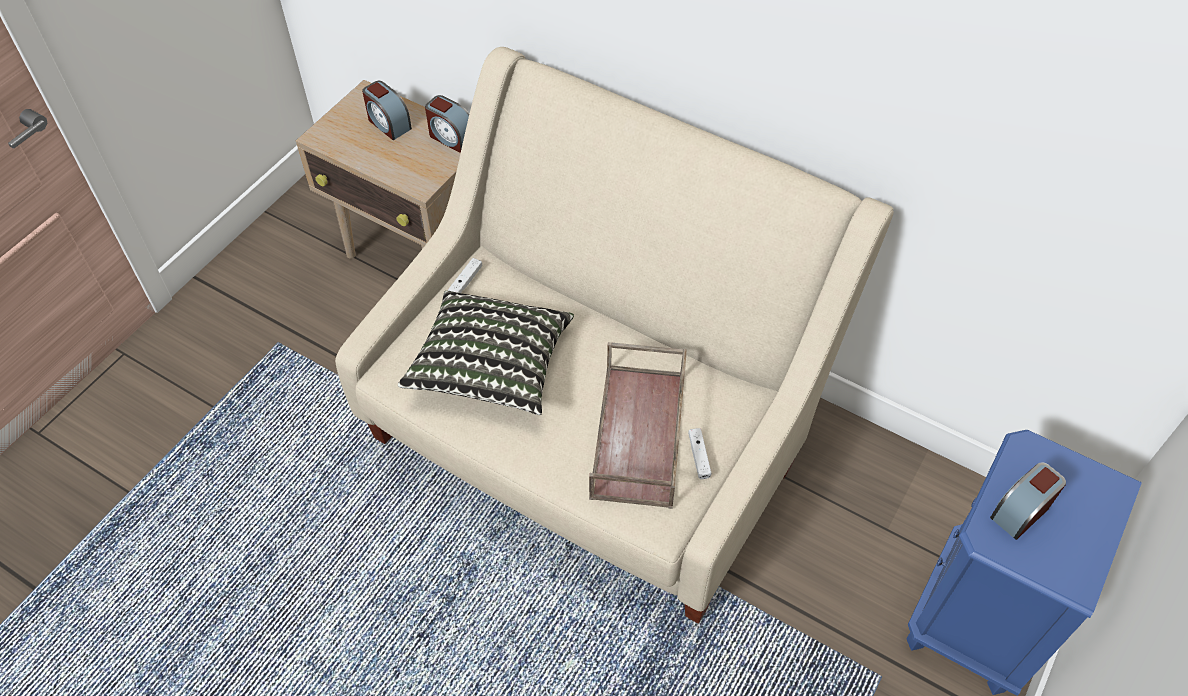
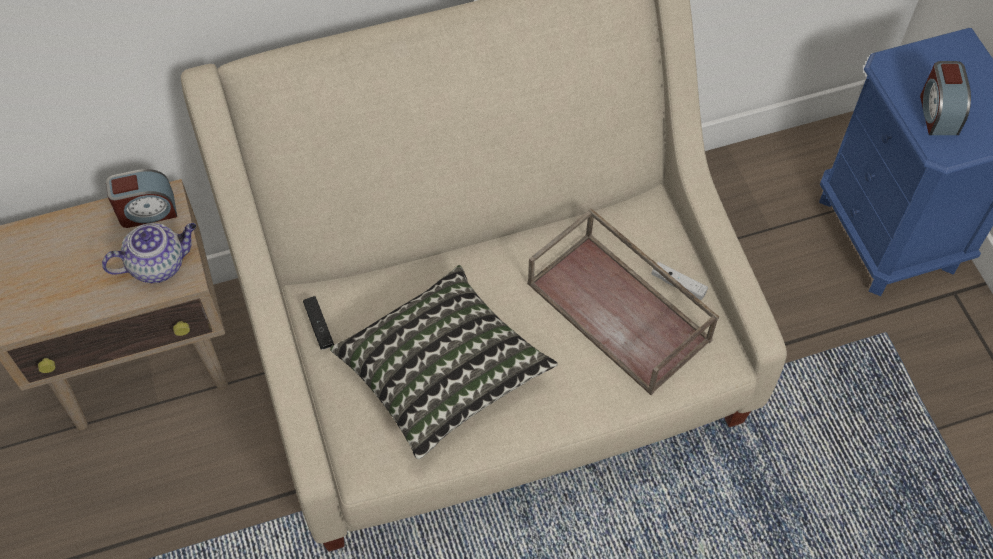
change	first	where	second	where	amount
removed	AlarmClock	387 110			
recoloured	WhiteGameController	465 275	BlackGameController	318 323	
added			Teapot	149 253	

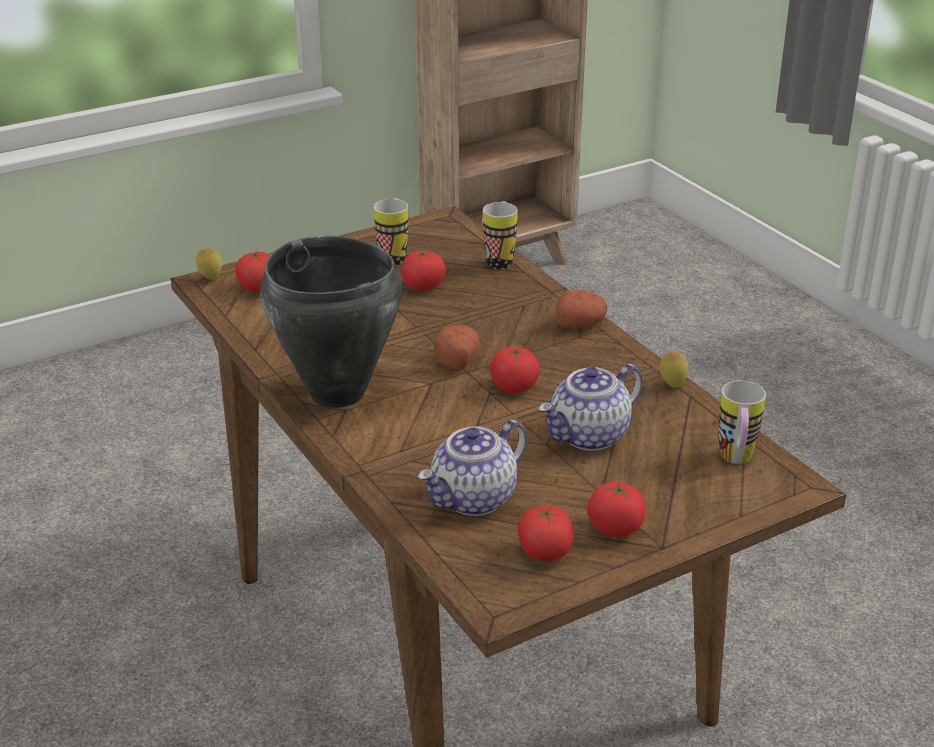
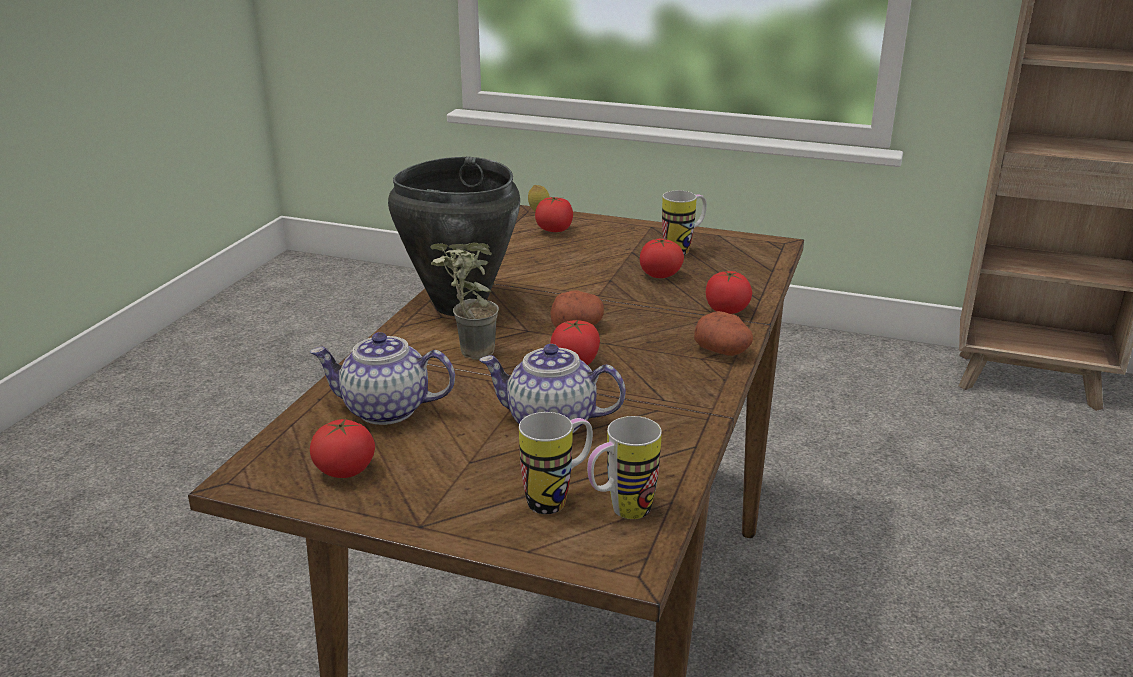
change	first	where	second	where	amount
moved	Mug	500 235		556 463	
moved	Tomato	616 509		729 292	
removed	Lemon	674 369			
added			PottedPlant	464 301	

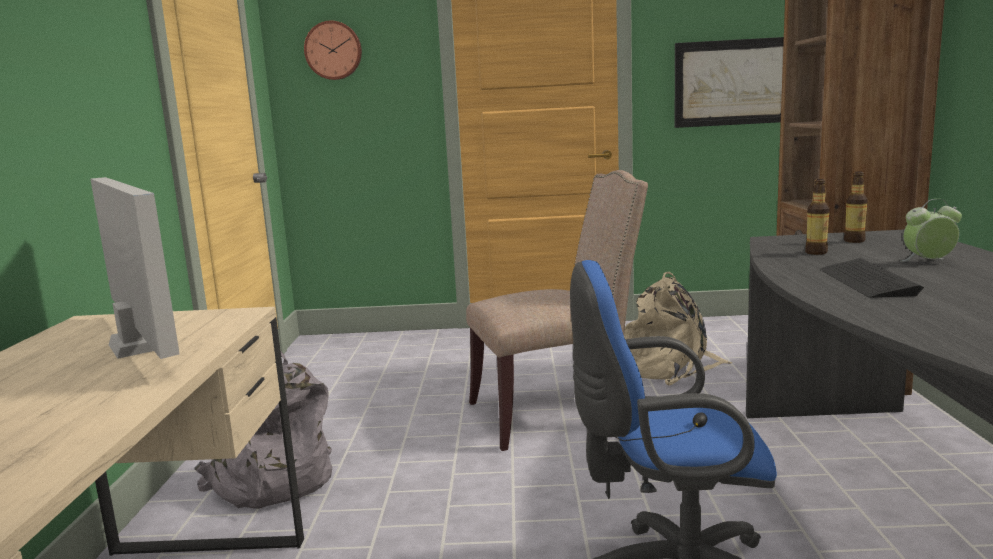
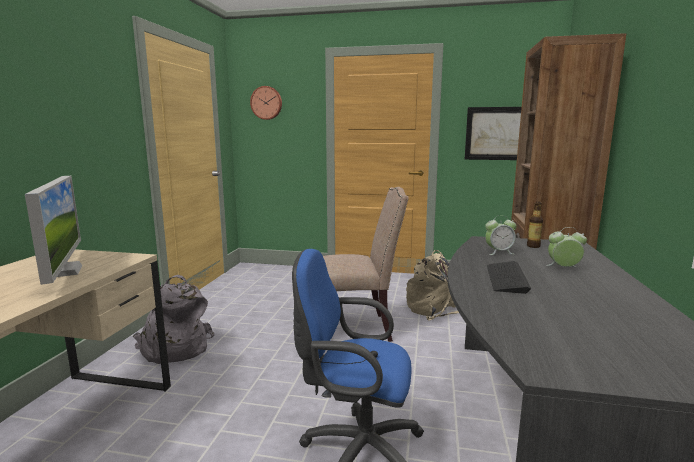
change	first	where	second	where	amount
replaced	Bottle	817 217	AlarmClock	501 235	

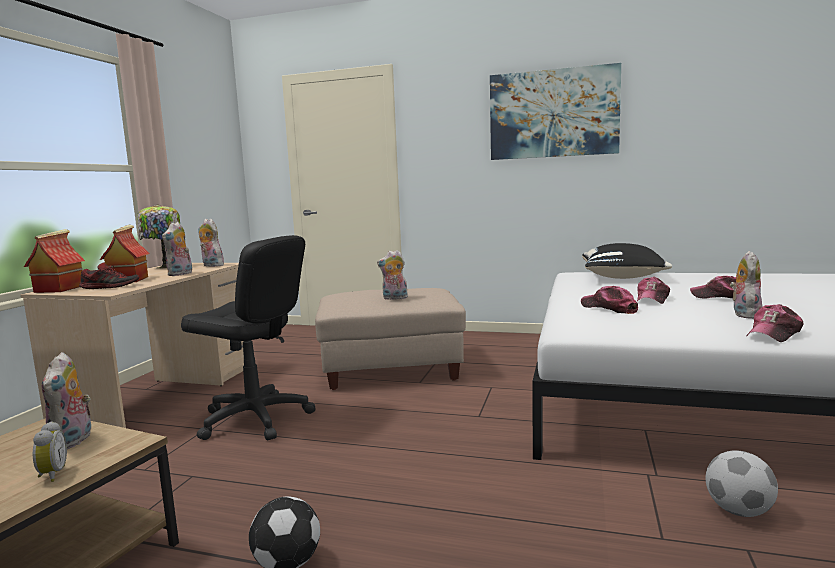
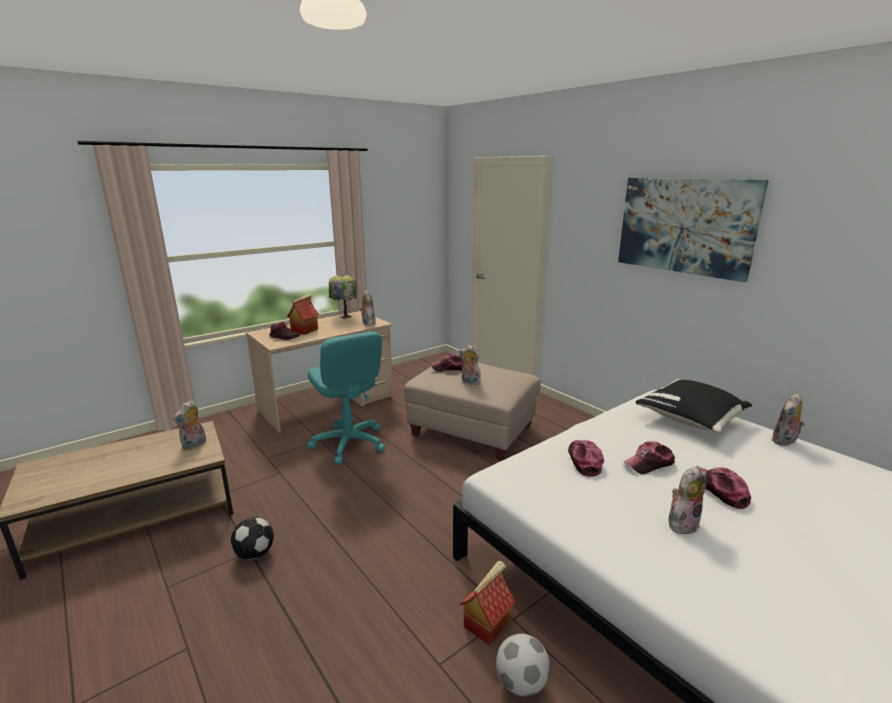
change	first	where	second	where	amount
moved	ToyHouse	54 261		488 603	
removed	AlarmClock	50 451			
moved	PlushToy	177 249		788 420	
recoloured	BlackOfficeChair	248 337	TurquoiseOfficeChair	346 397	
moved	Cap	774 323		446 363	

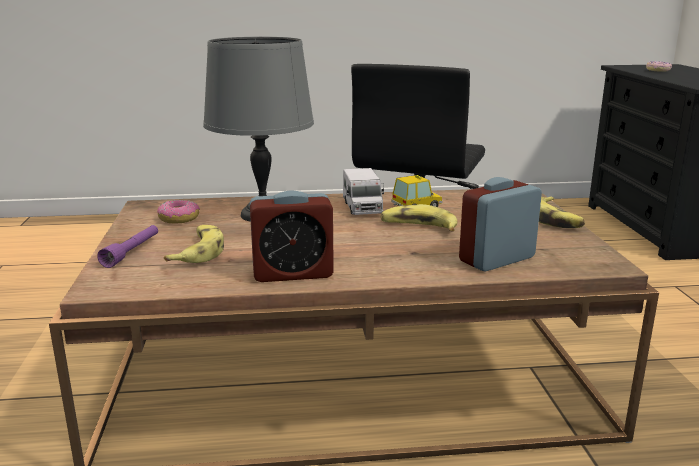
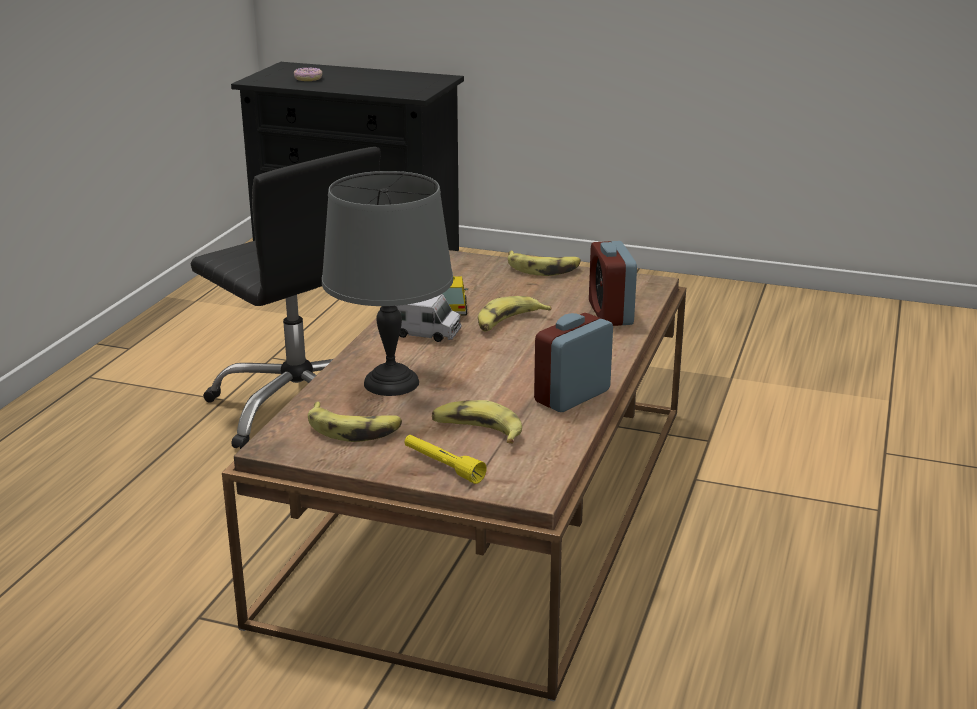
change	first	where	second	where	amount
recoloured	PurpleFlashlight	127 246	YellowFlashlight	445 459	
replaced	Donut	178 212	Banana	355 422	
turned	AlarmClock	292 236		573 362	150 degrees counterclockwise

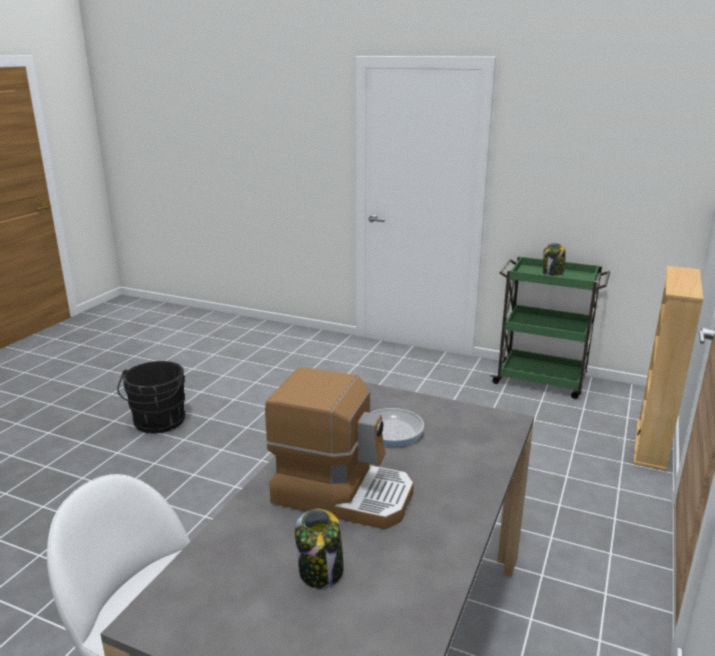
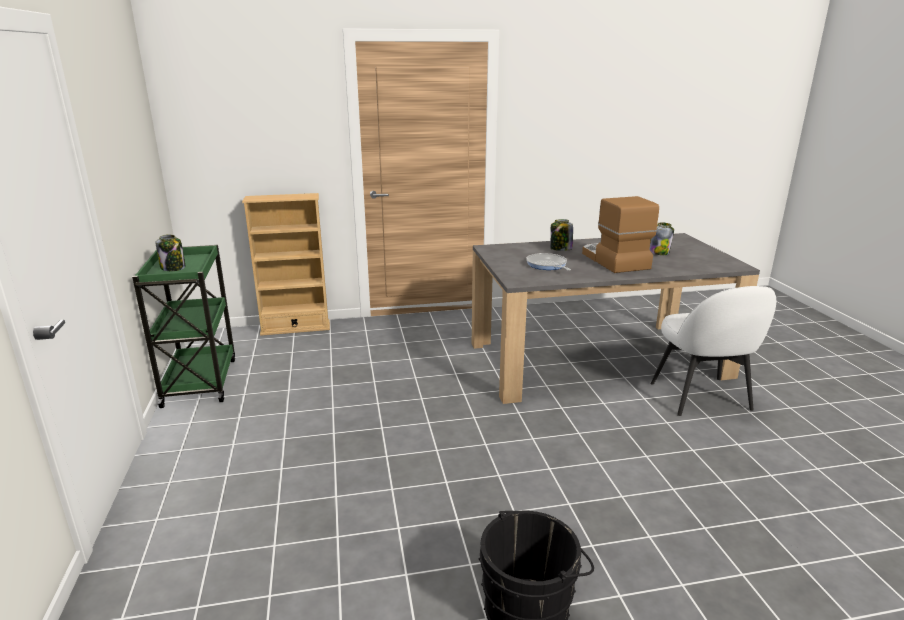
change	first	where	second	where	amount
added			Jar	561 235	

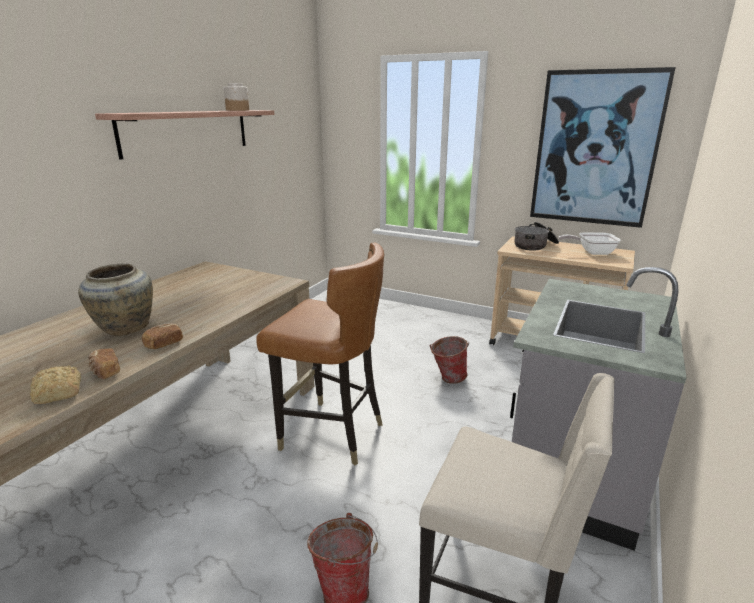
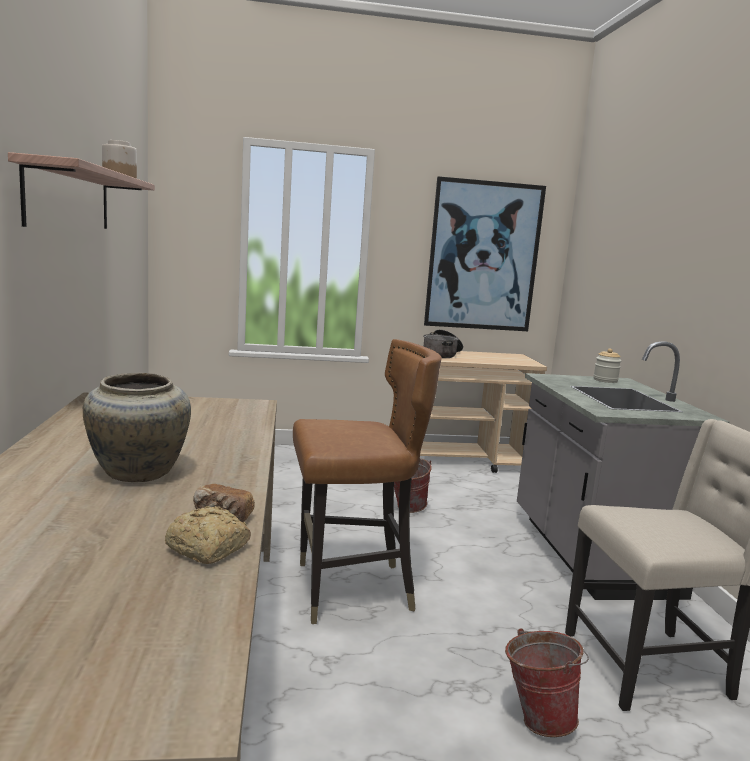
change	first	where	second	where	amount
removed	Bread	162 336			
removed	FryingPan	589 243			
added			Jar	607 366	

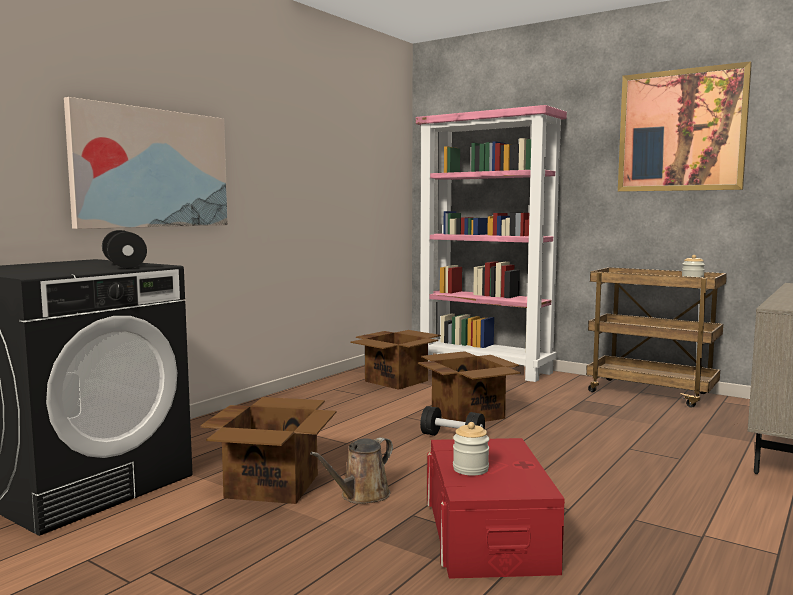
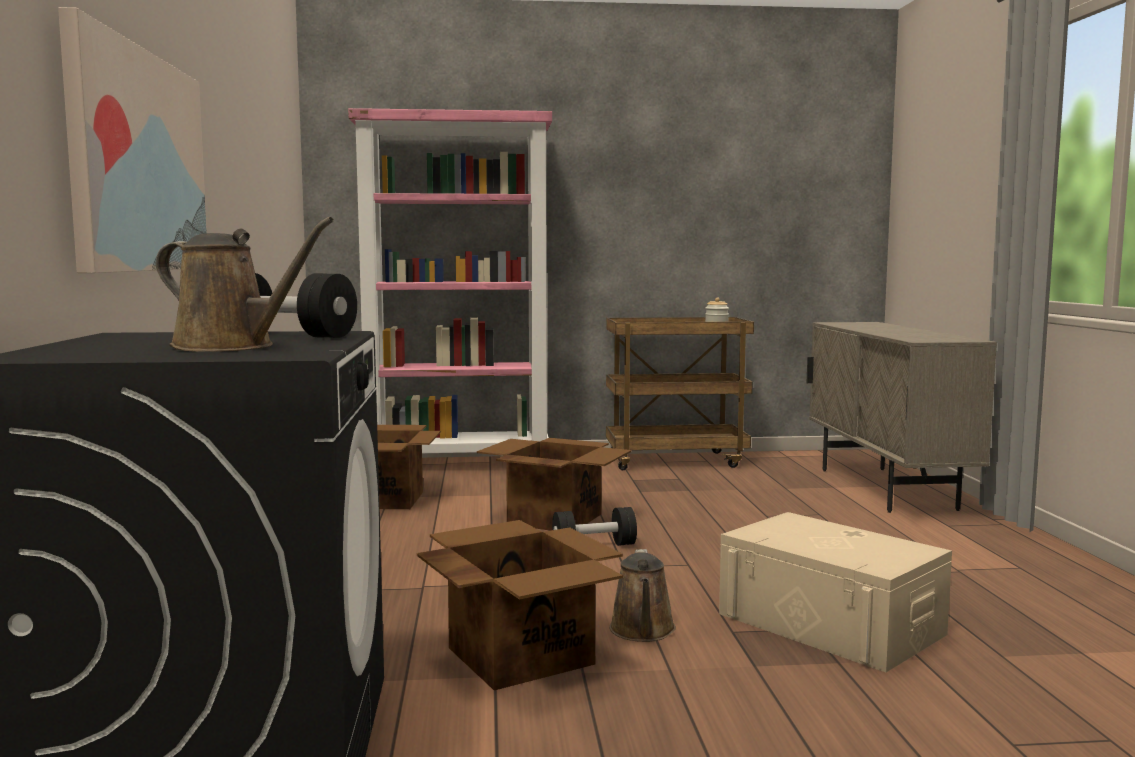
change	first	where	second	where	amount
recoloured	RedStorageBox	496 508	BeigeStorageBox	835 592	
removed	Jar	471 449			
removed	Picture	685 126			
added			BrownWateringCan	245 284	

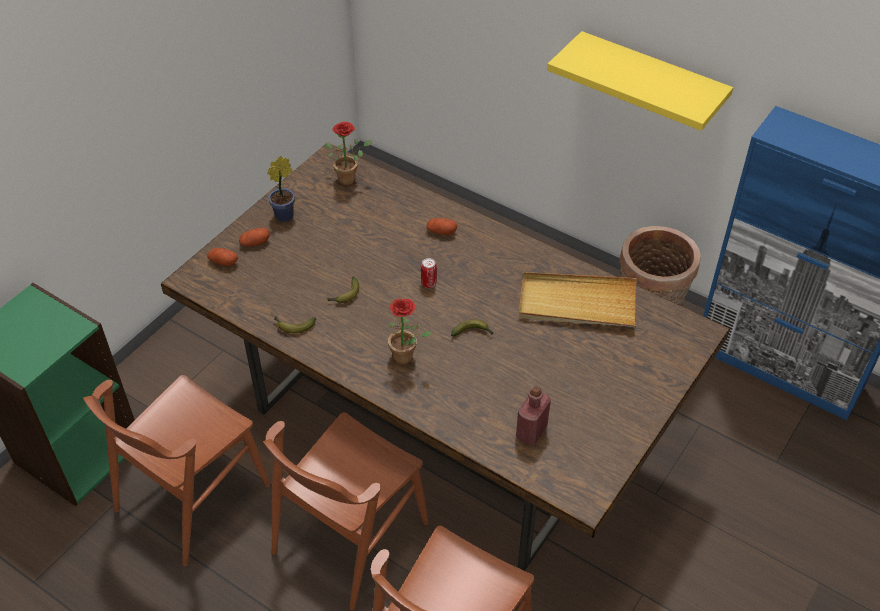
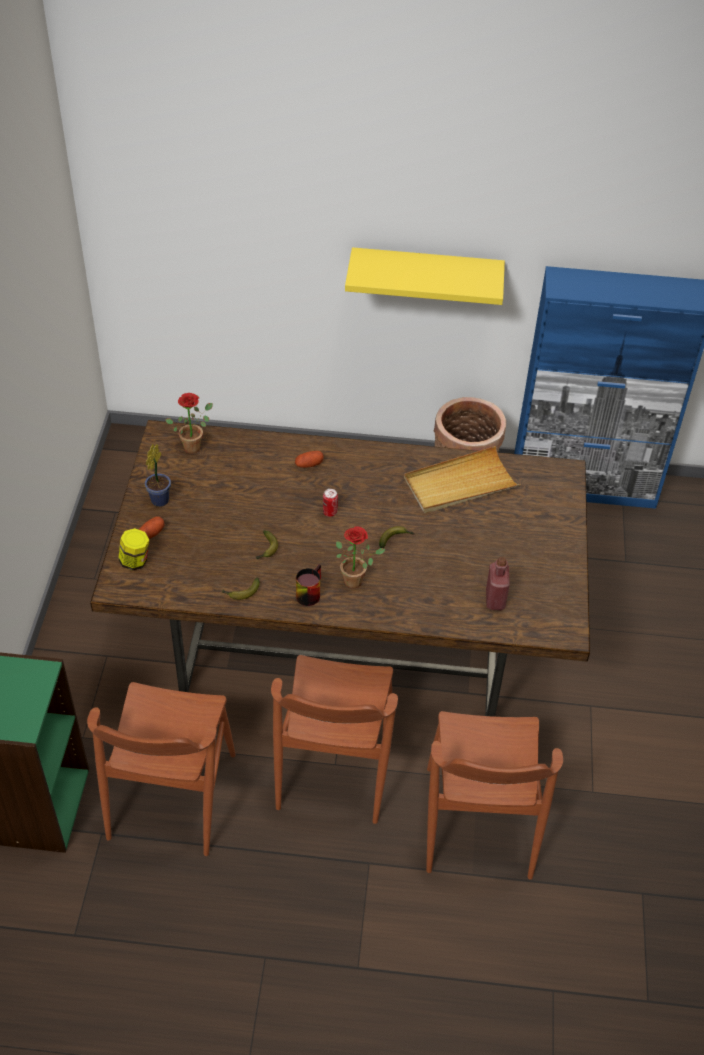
change	first	where	second	where	amount
replaced	Potato	222 257	Jar	133 549	
added			Mug	308 585	

